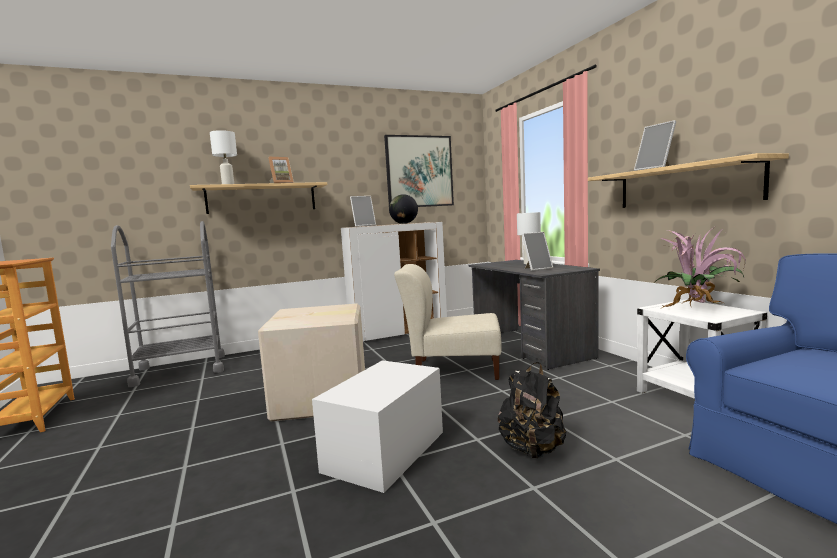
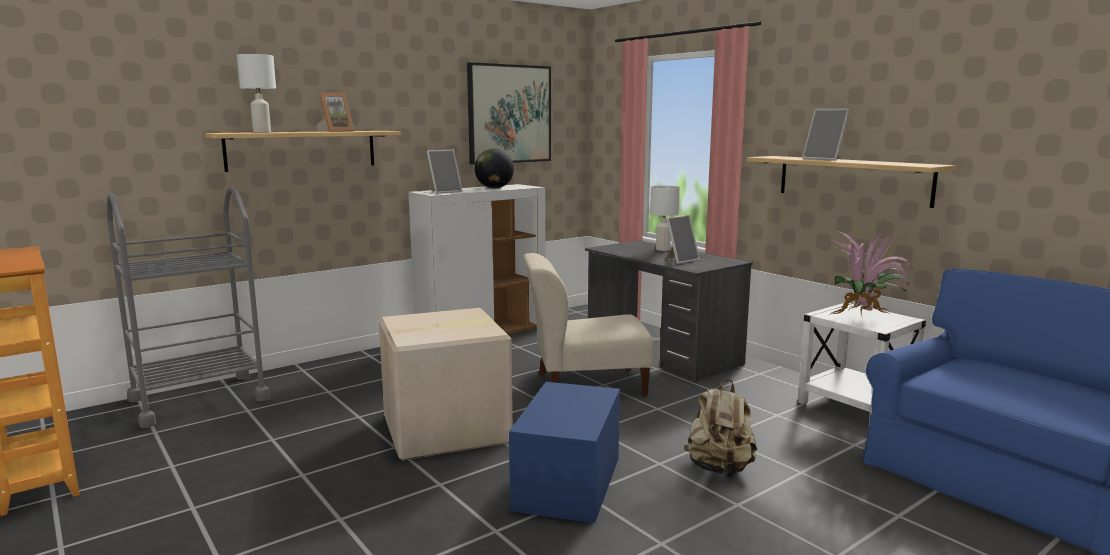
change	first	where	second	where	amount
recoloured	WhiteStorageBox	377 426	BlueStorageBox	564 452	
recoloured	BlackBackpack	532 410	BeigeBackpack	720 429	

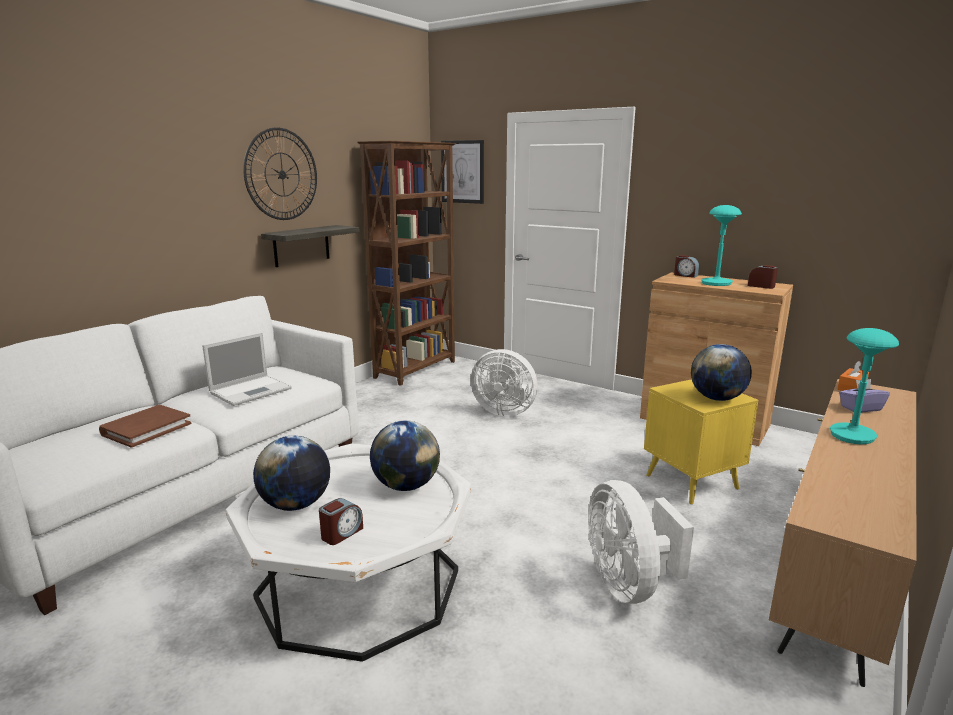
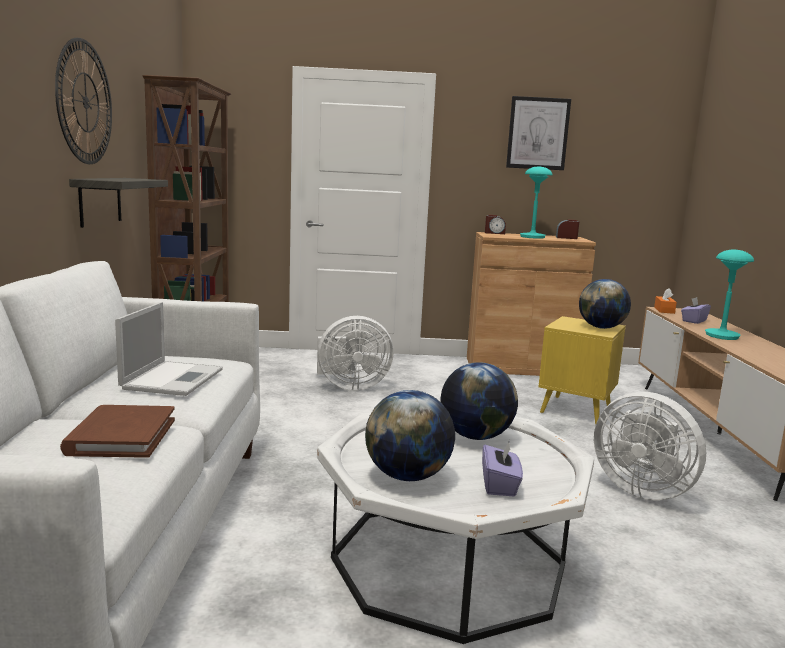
change	first	where	second	where	amount
replaced	AlarmClock	341 521	PurpleTissueBox	502 468	
moved	Picture	462 172		538 133	

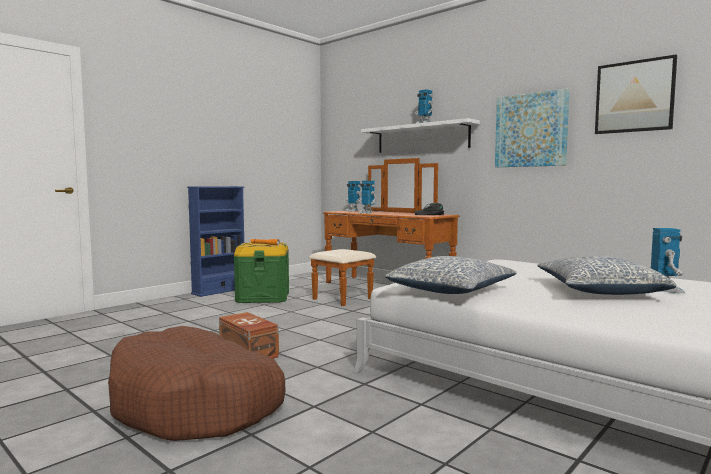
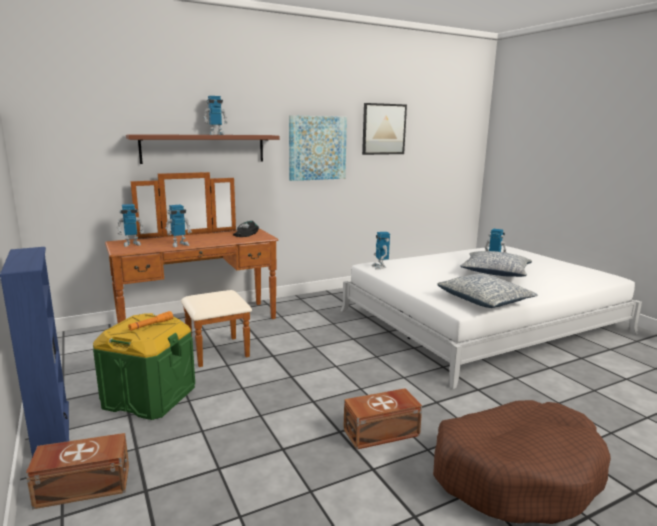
change	first	where	second	where	amount
recoloured	WhiteShelf	420 135	BrownShelf	202 149	
added			BrownStorageBox	77 471	
added			ToyRobot	381 251	

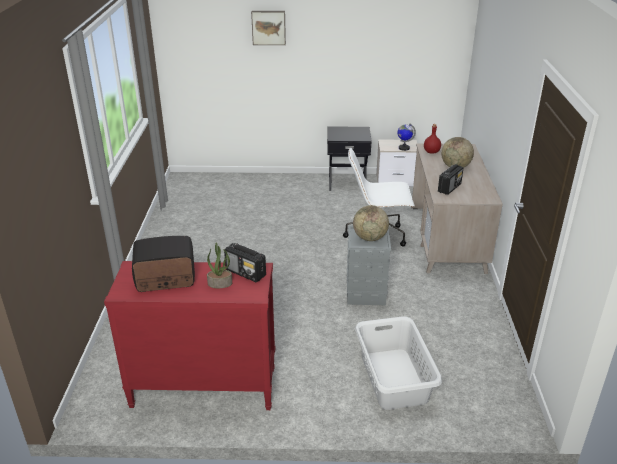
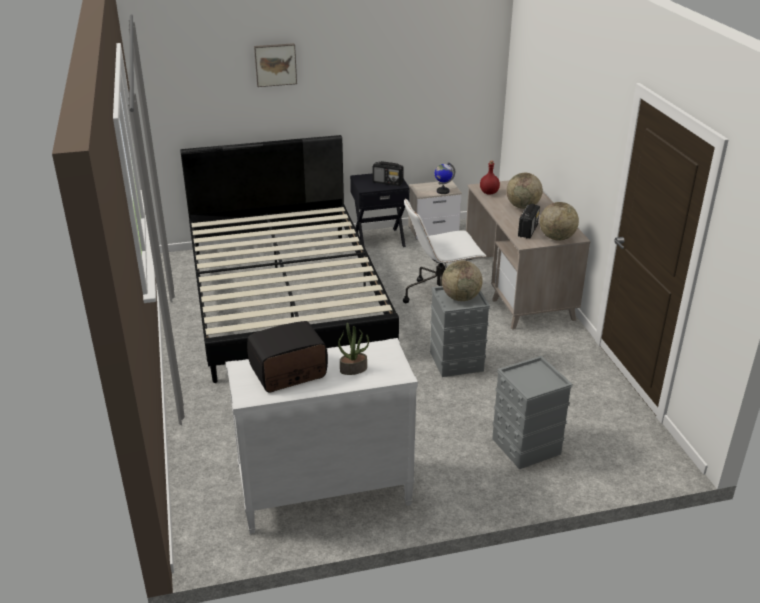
change	first	where	second	where	amount
recoloured	RedDresser	190 335	WhiteDresser	321 436	
moved	Radio	245 263		388 173	
replaced	GreyLaundryBasket	398 363	GreyStorageBox	532 412	
added			BlackBed	289 259	
added			Globe	559 221	

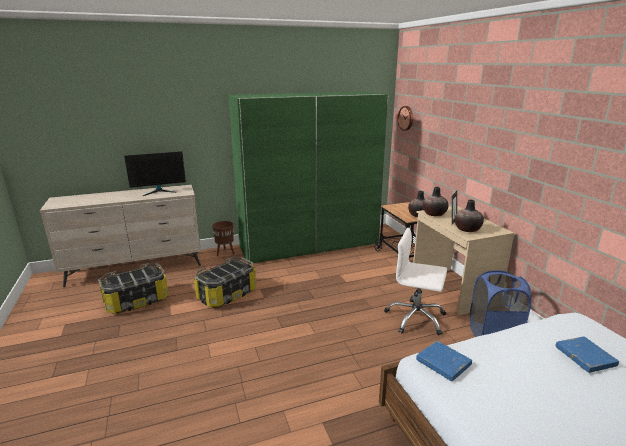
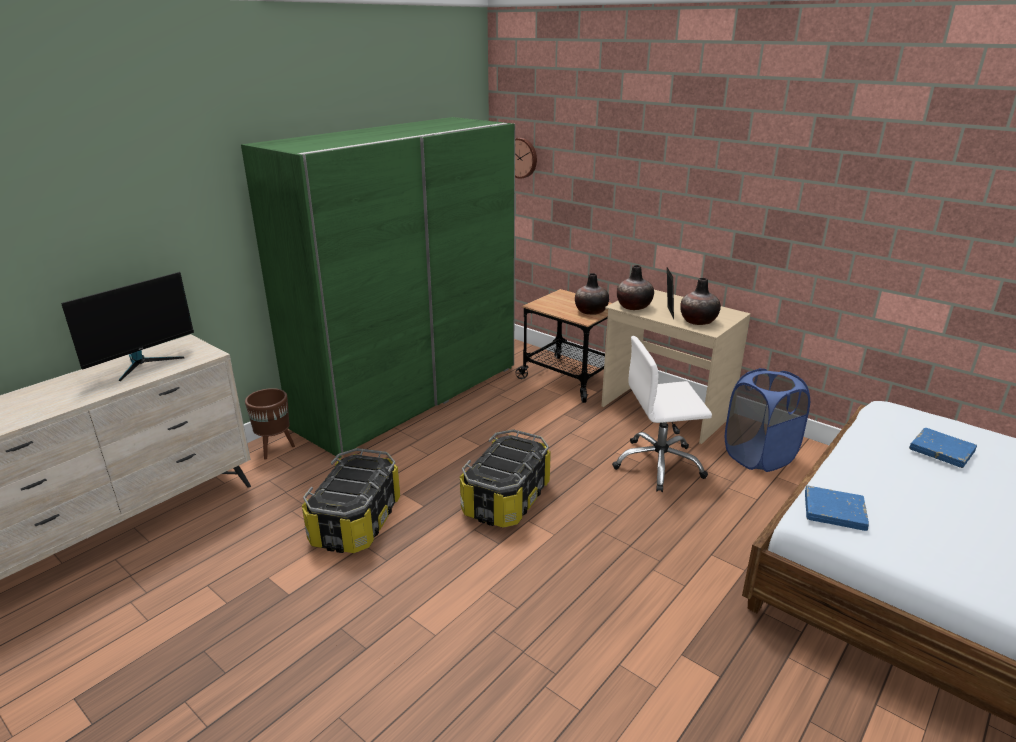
change	first	where	second	where	amount
moved	StorageBox	133 288		505 478	

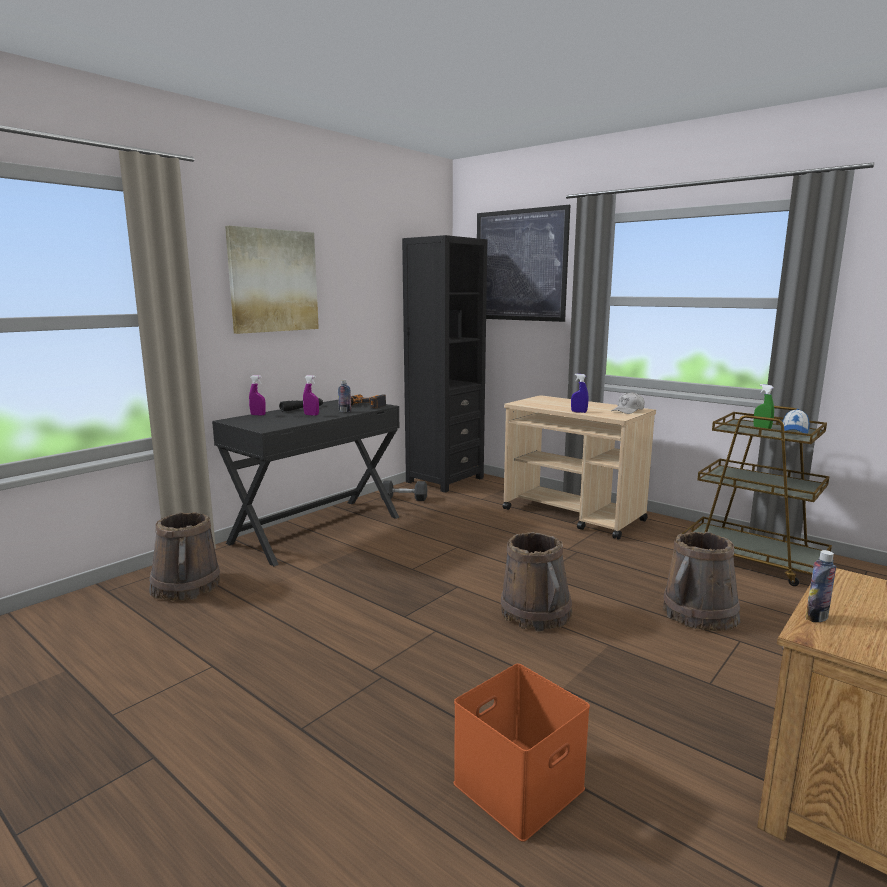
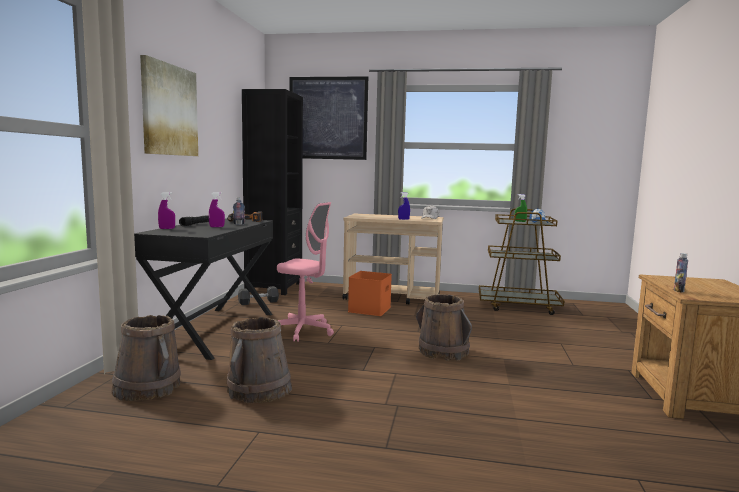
change	first	where	second	where	amount
moved	OrangeStorageBox	521 753		370 293	
moved	BrownBucket	701 581		259 360	
added			PinkOfficeChair	305 272	

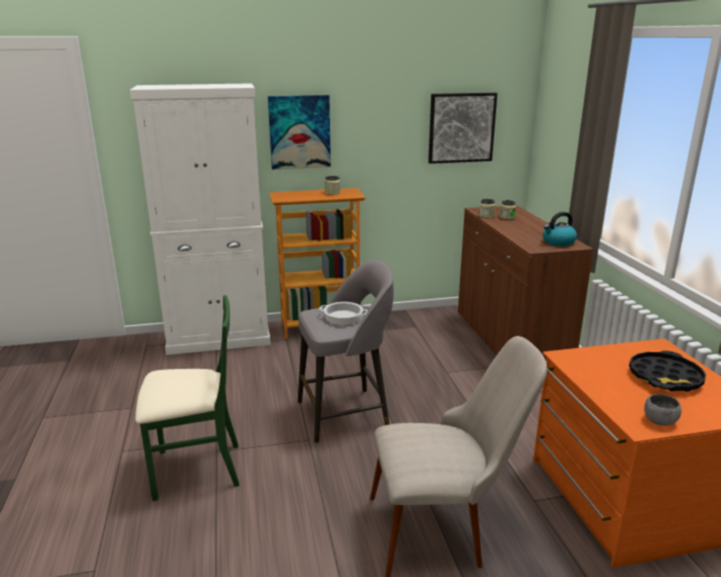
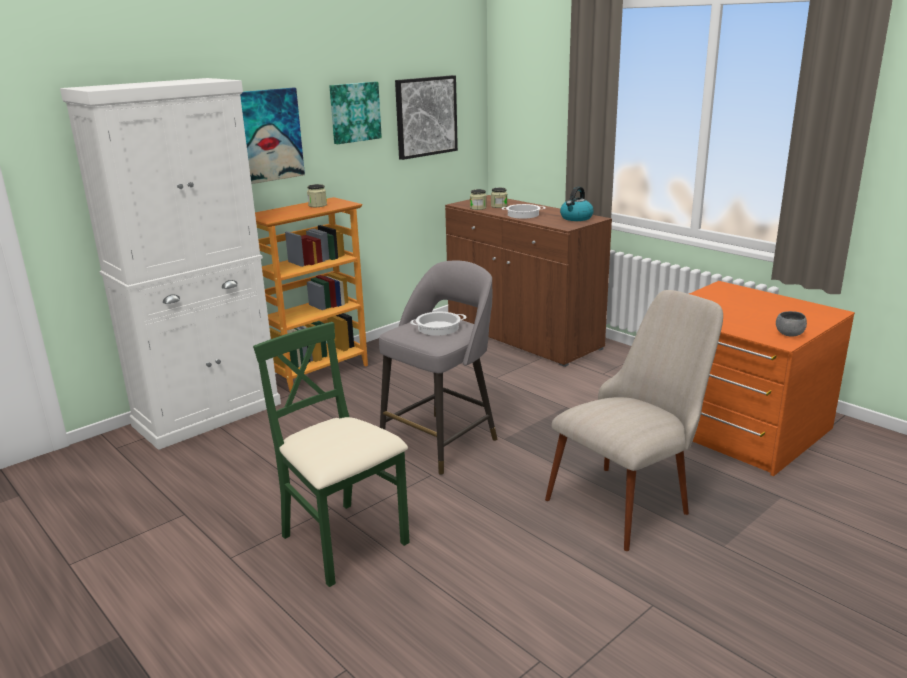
change	first	where	second	where	amount
turned	GreenChair	187 398		331 454	90 degrees counterclockwise
removed	BlackTray	667 371			
added			Picture	355 113	
added			CookingPot	524 211	

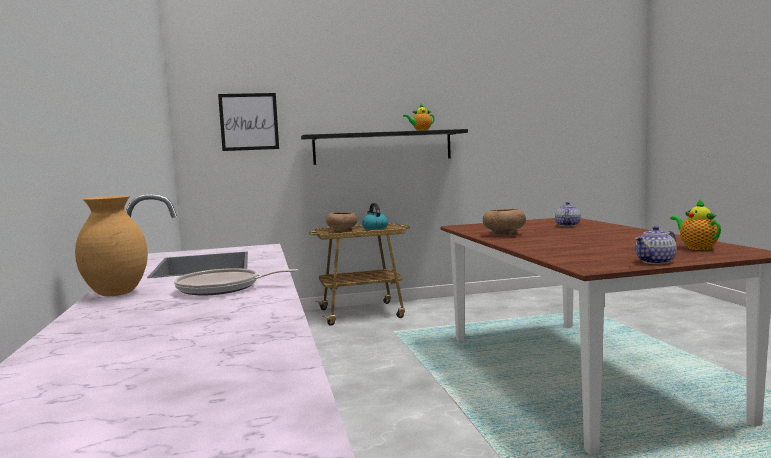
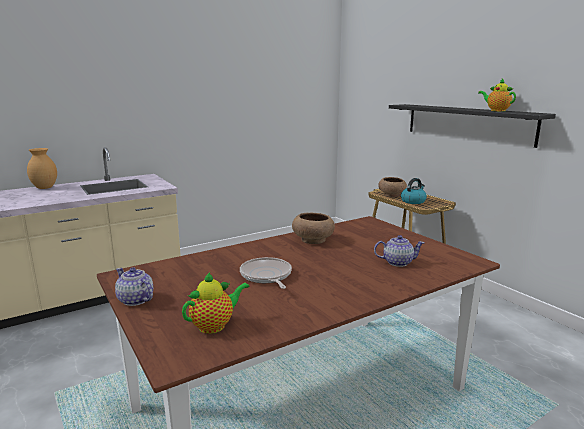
change	first	where	second	where	amount
moved	FryingPan	236 281		266 273	
removed	Picture	248 122			

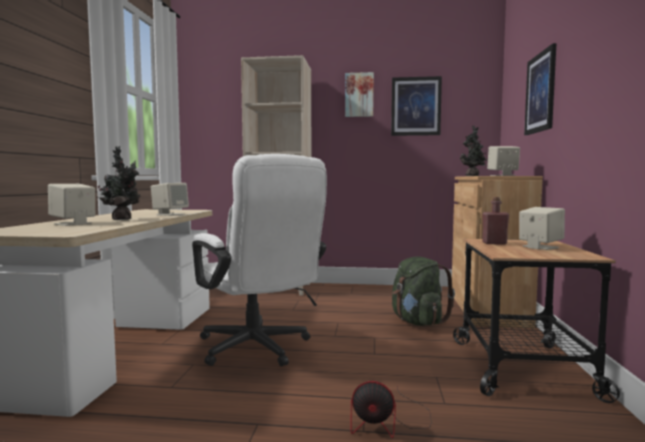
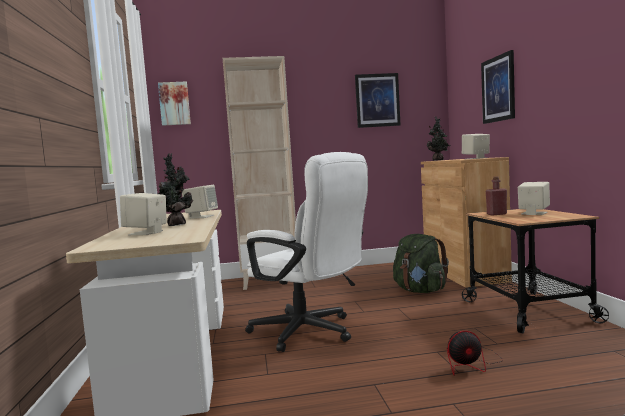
change	first	where	second	where	amount
moved	Picture	359 94		174 104	

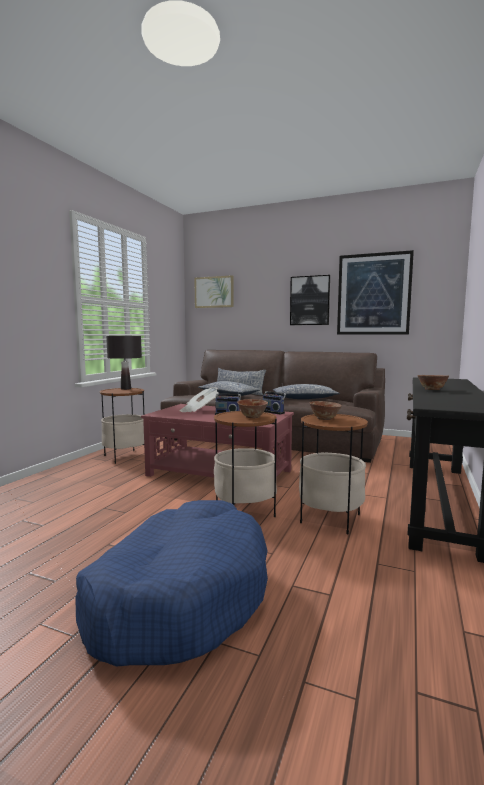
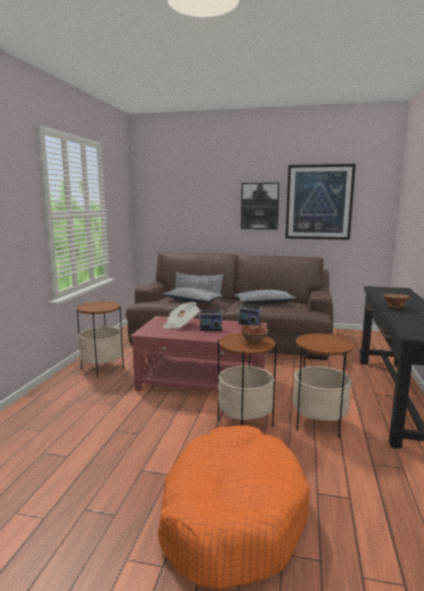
change	first	where	second	where	amount
recoloured	BlueDogBed	171 583	OrangeDogBed	234 507	
removed	BlackTableLamp	124 363			
removed	Picture	214 291			
removed	Bowl	326 410			

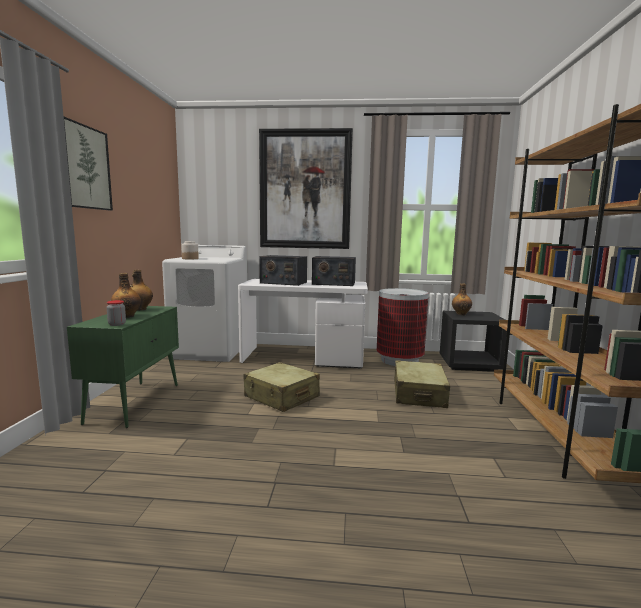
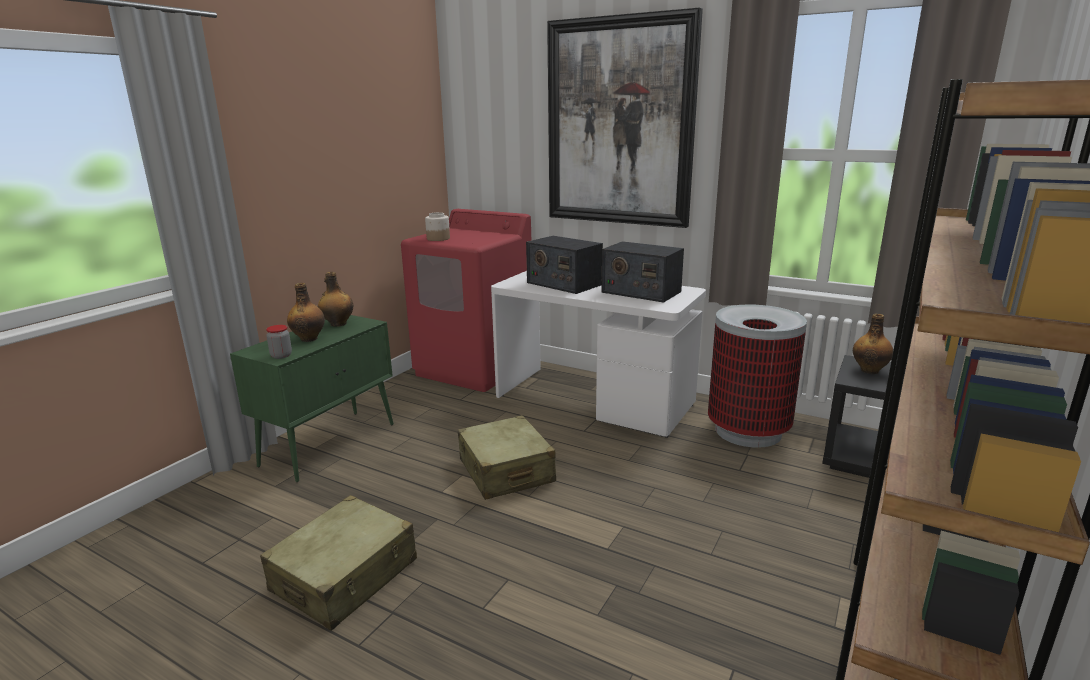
change	first	where	second	where	amount
removed	Picture	88 163			
recoloured	WhiteWashingMachine	204 303	RedWashingMachine	466 300	
moved	BeigeSuitcase	422 384		338 562	

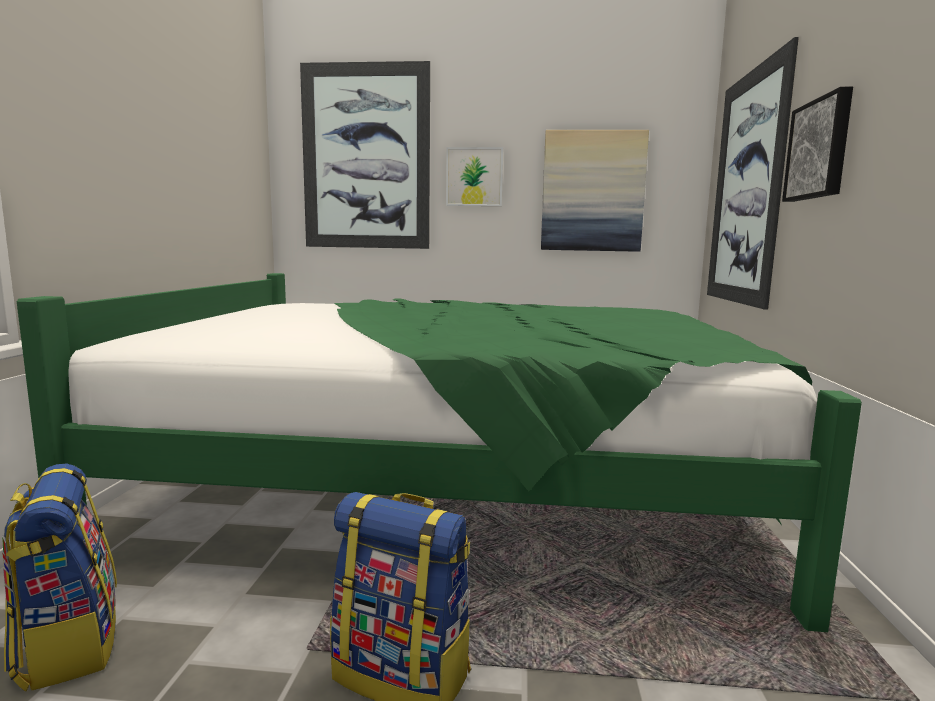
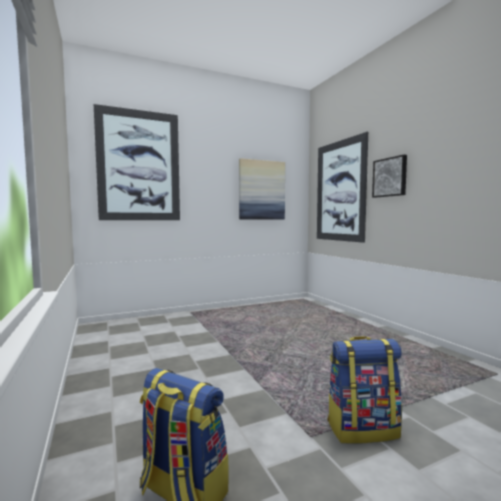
change	first	where	second	where	amount
removed	GreenBed	439 452			
removed	Picture	474 176			

